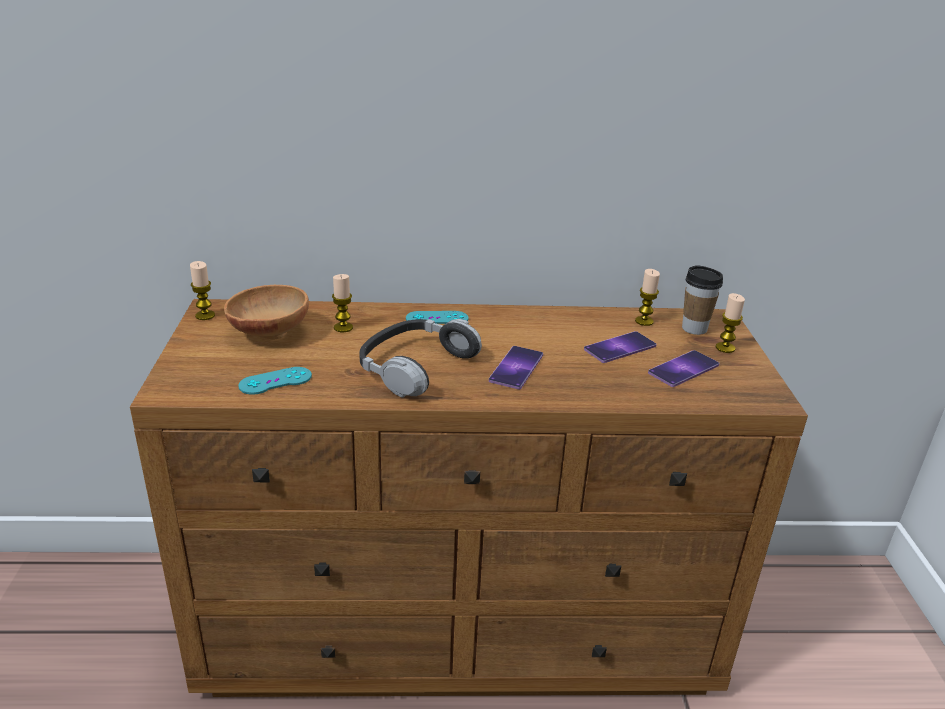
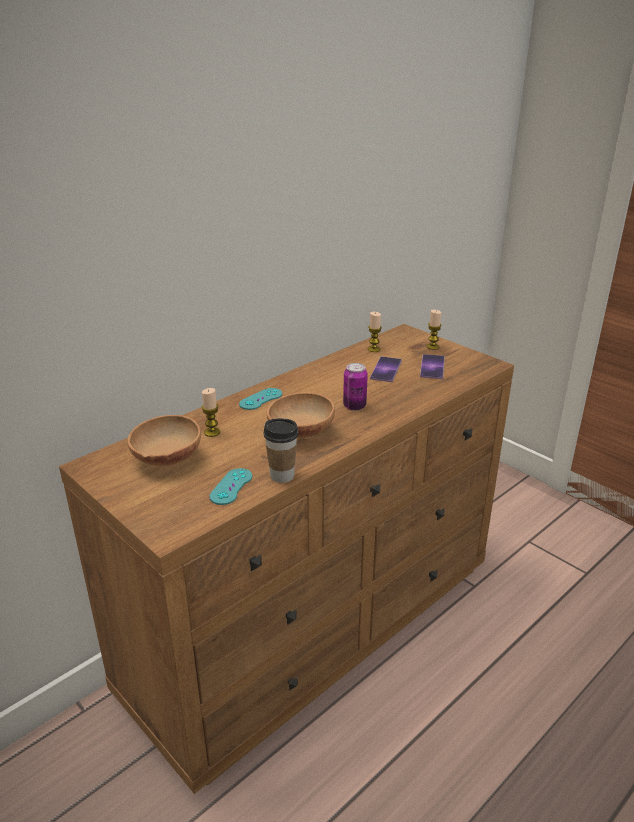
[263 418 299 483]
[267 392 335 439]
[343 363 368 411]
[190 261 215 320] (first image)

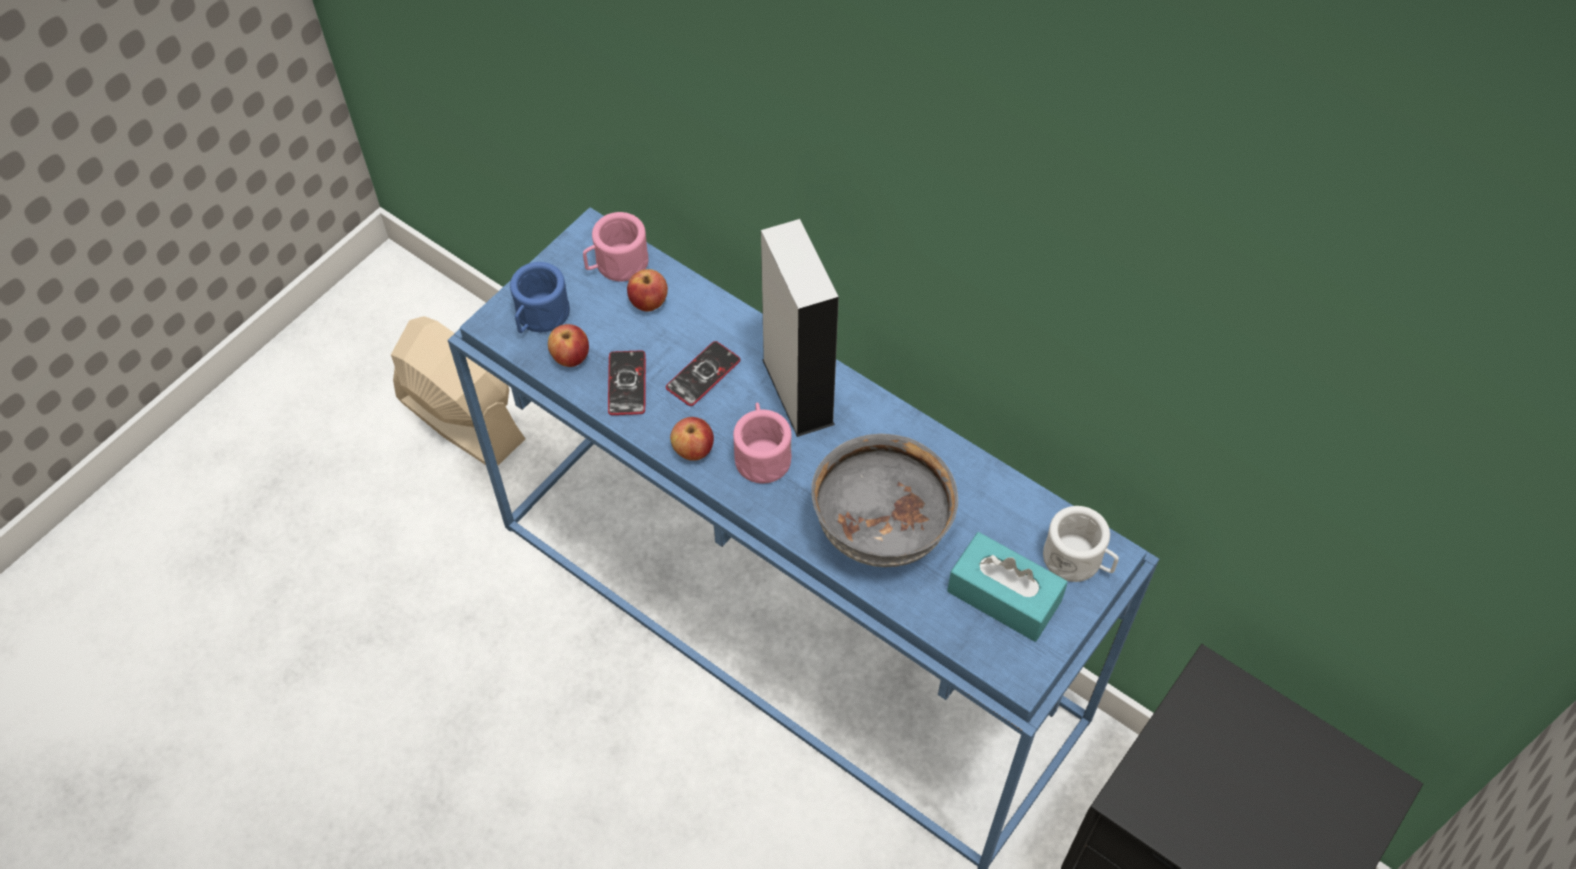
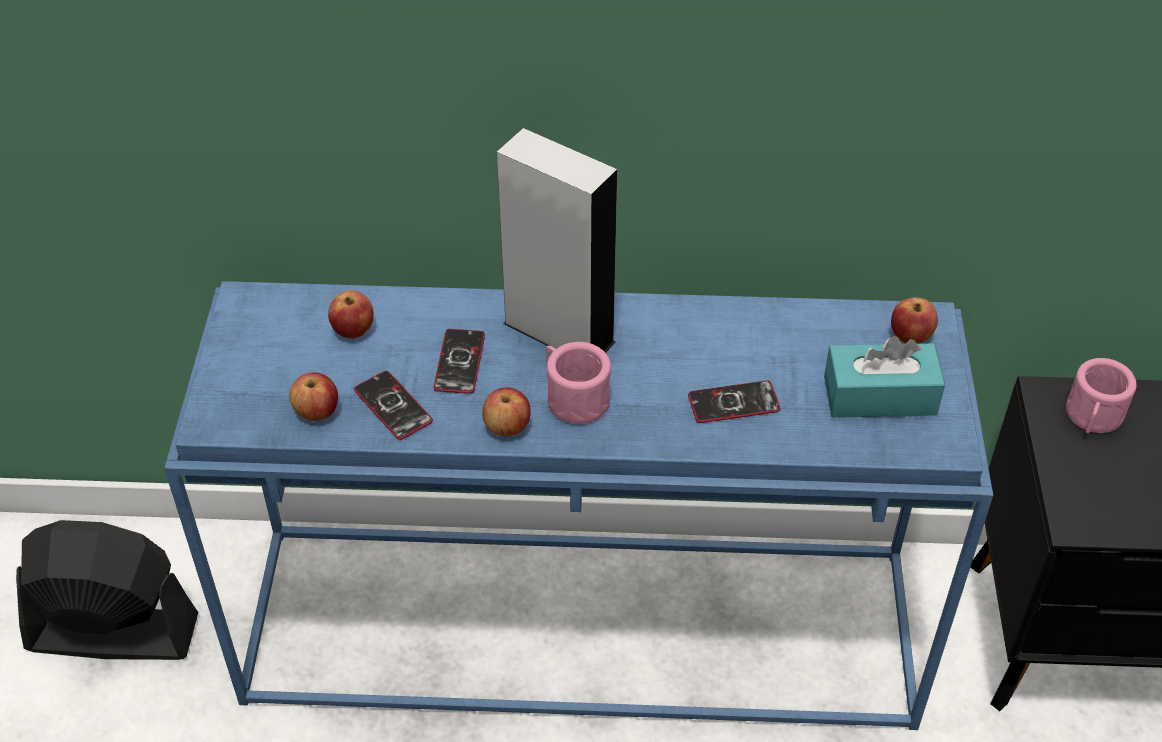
[16 520 198 660]
[688 381 781 423]
[891 297 938 344]
[1066 358 1137 433]
[510 262 570 333] (first image)

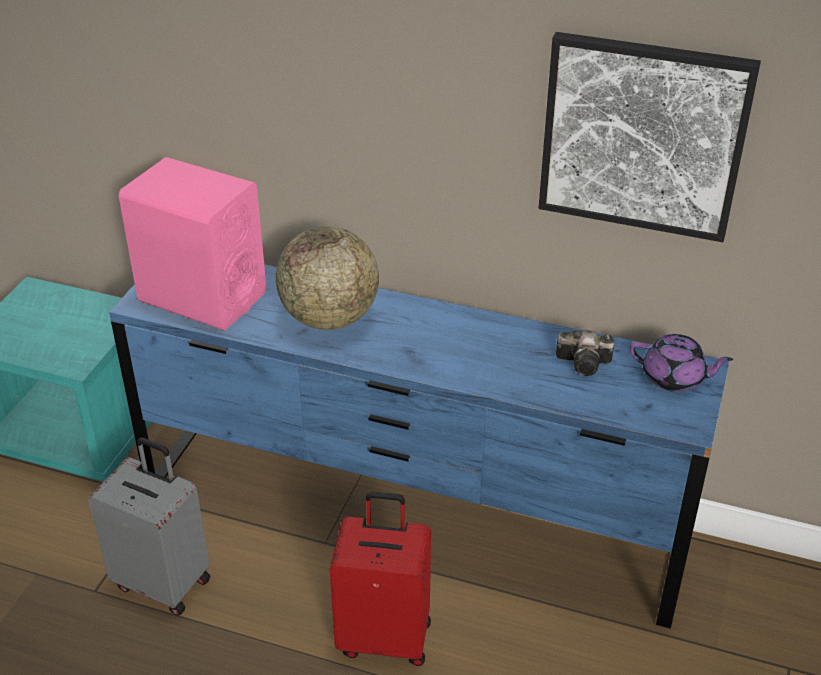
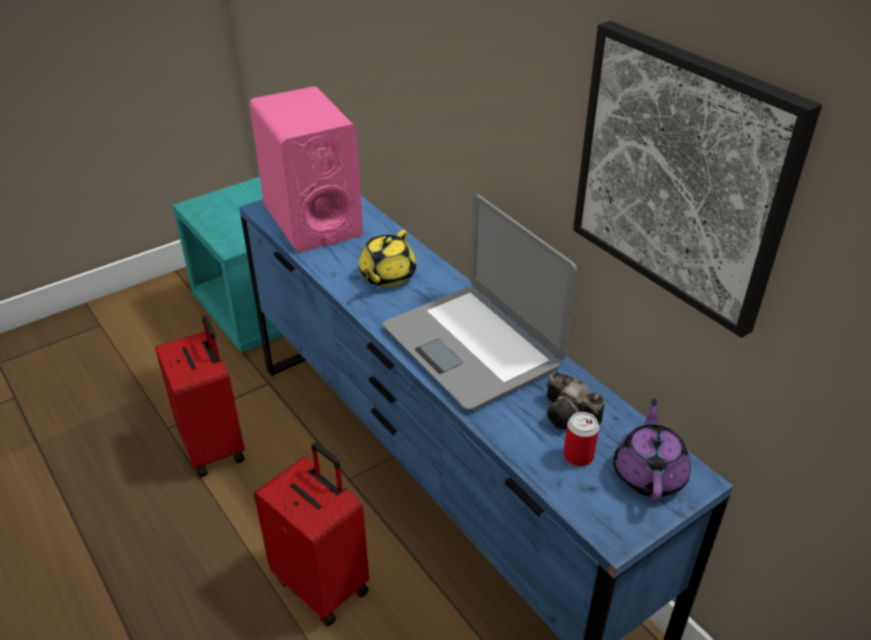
[155 316 245 477]
[359 230 416 287]
[383 195 577 411]
[563 412 599 466]
[613 399 691 502]

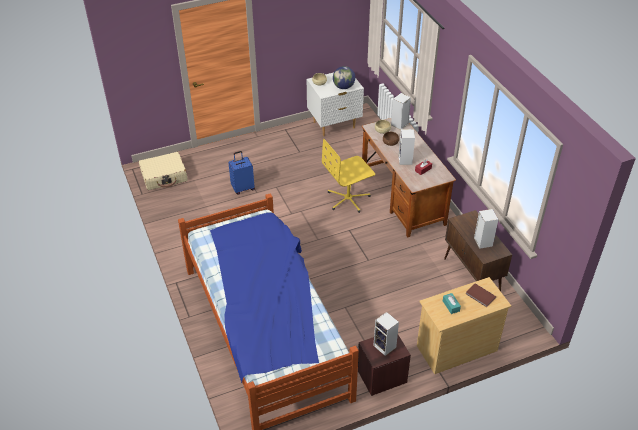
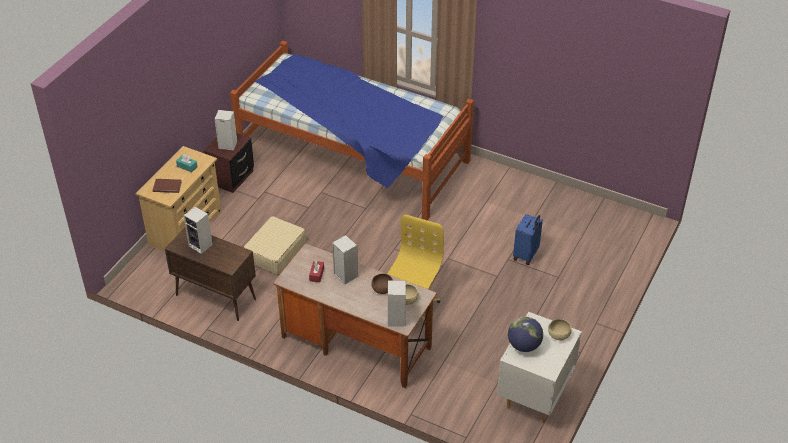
[243 216 306 275]

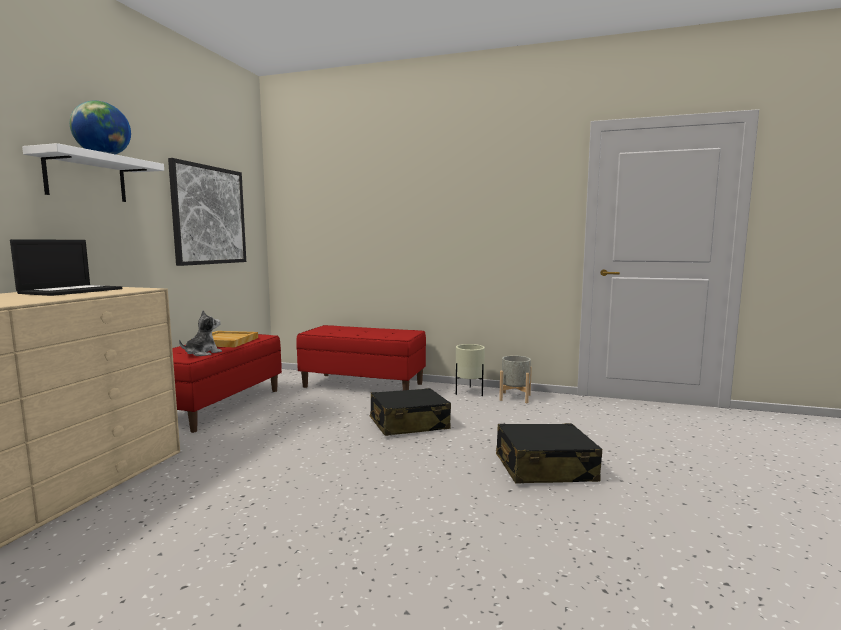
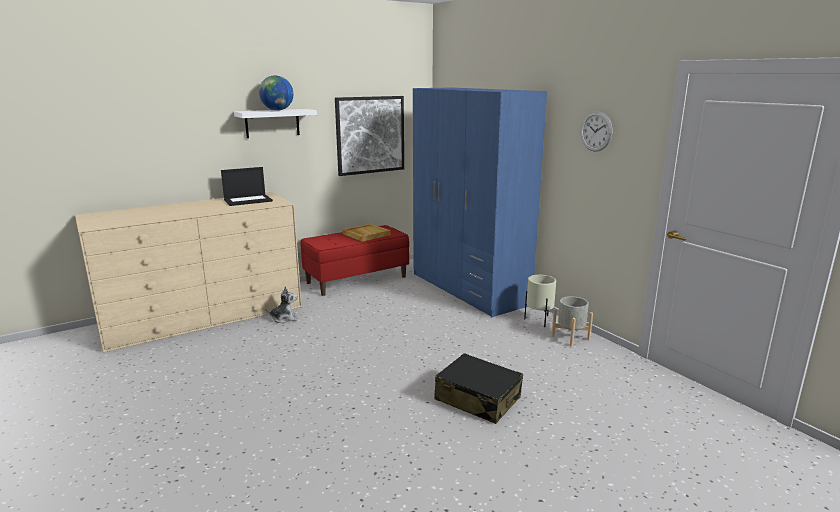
[265 286 298 323]
[413 87 547 317]
[581 112 612 152]
[370 388 451 436] (first image)

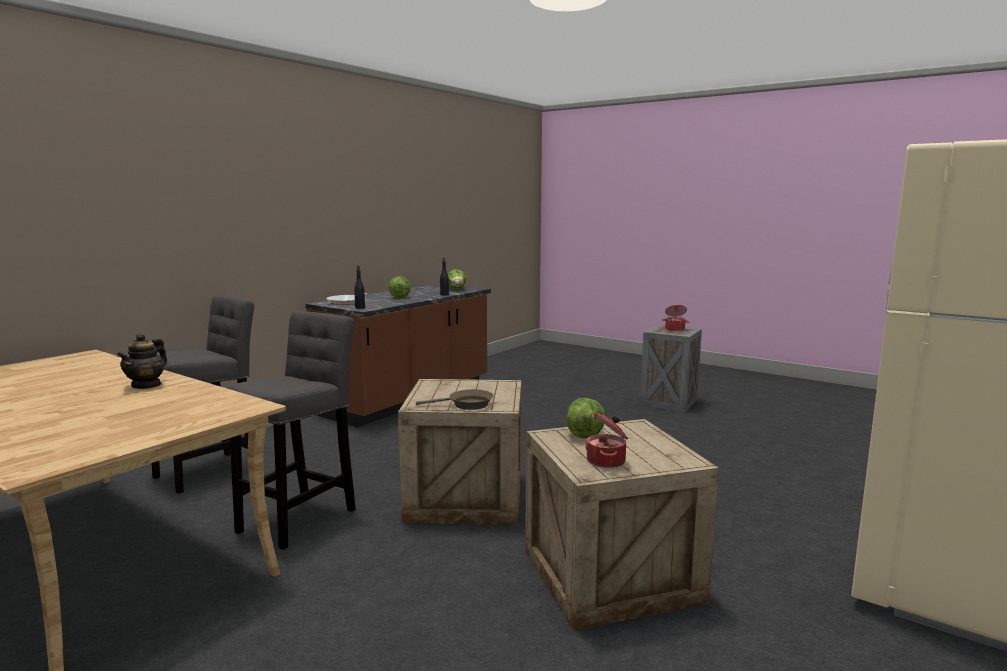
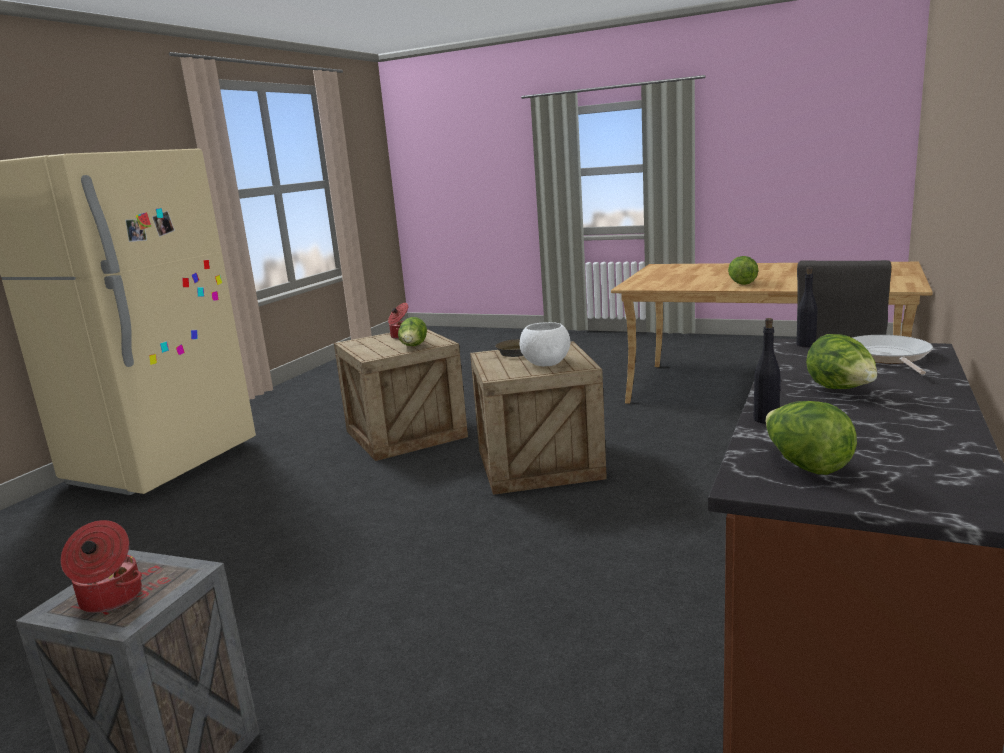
[520 322 570 366]
[728 256 758 285]
[227 311 356 550] (first image)

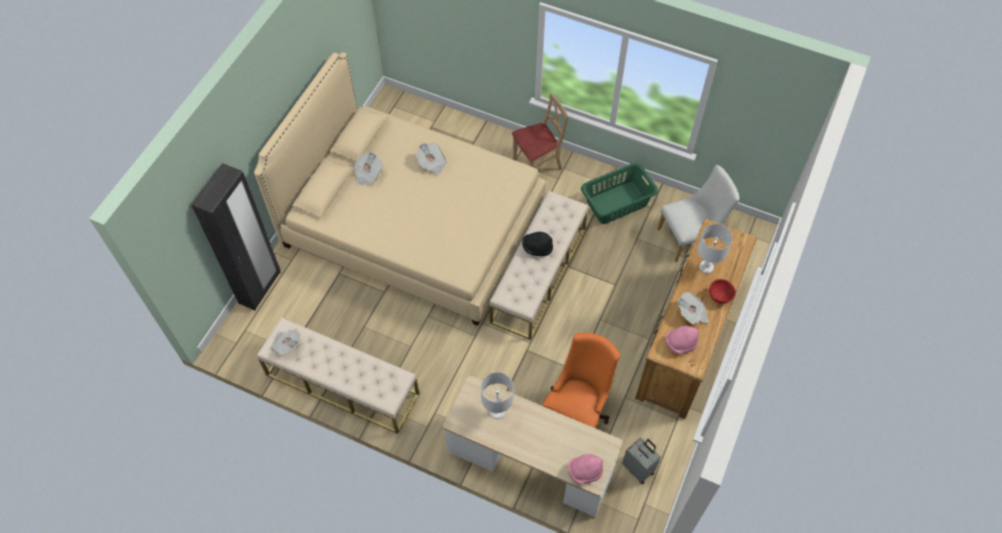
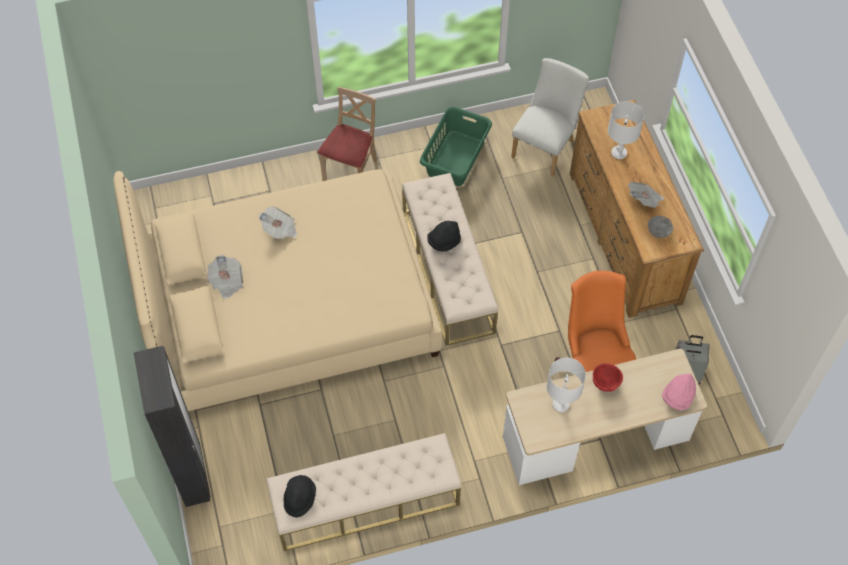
[284 475 316 518]
[593 364 623 392]
[648 216 673 238]

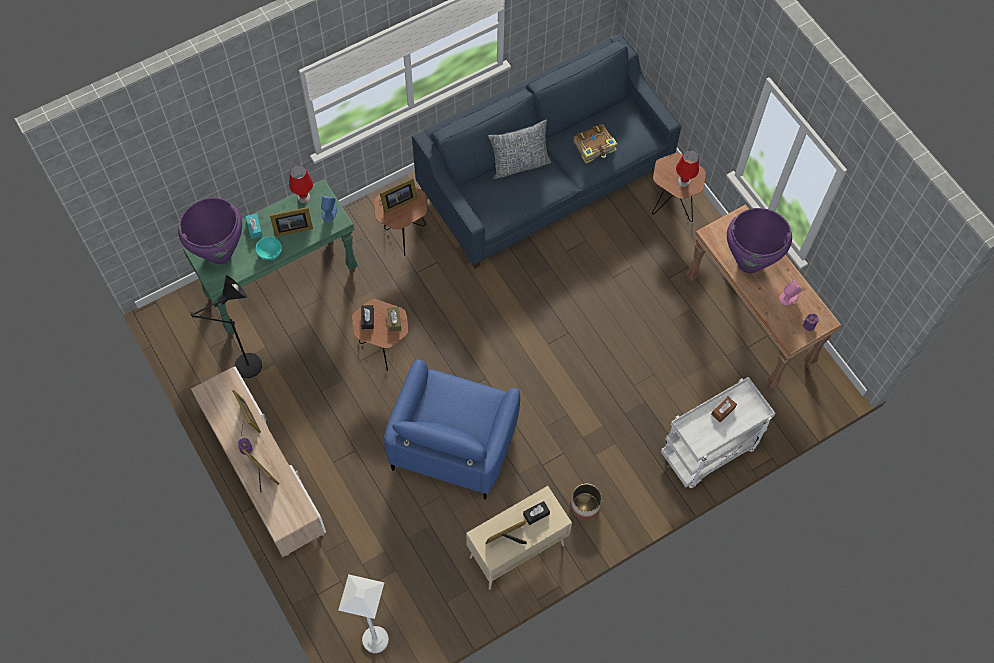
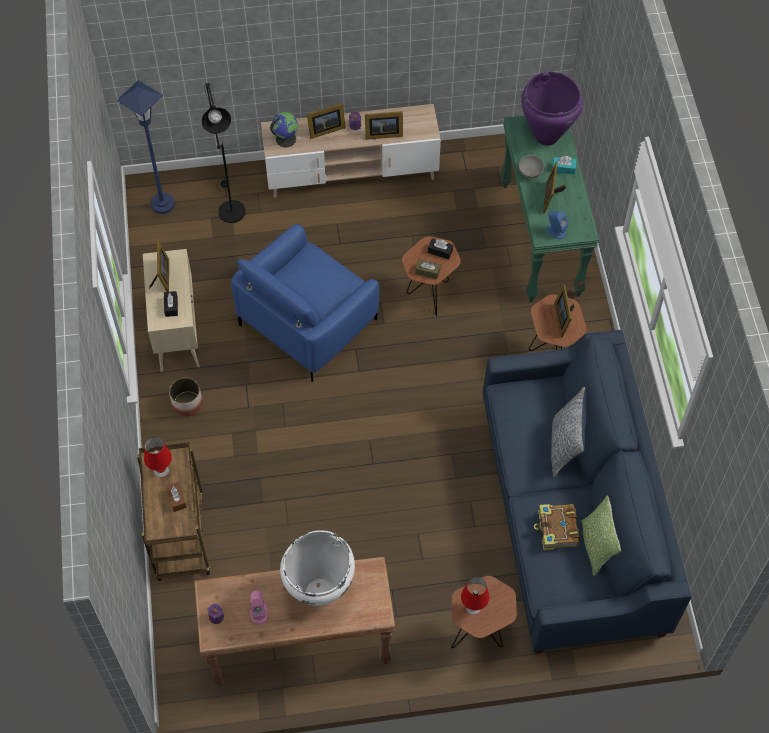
[117 80 175 214]
[137 442 210 581]
[144 437 172 478]
[202 83 245 223]
[231 224 379 382]
[270 112 298 147]
[280 530 355 606]
[518 155 544 178]
[581 496 621 576]

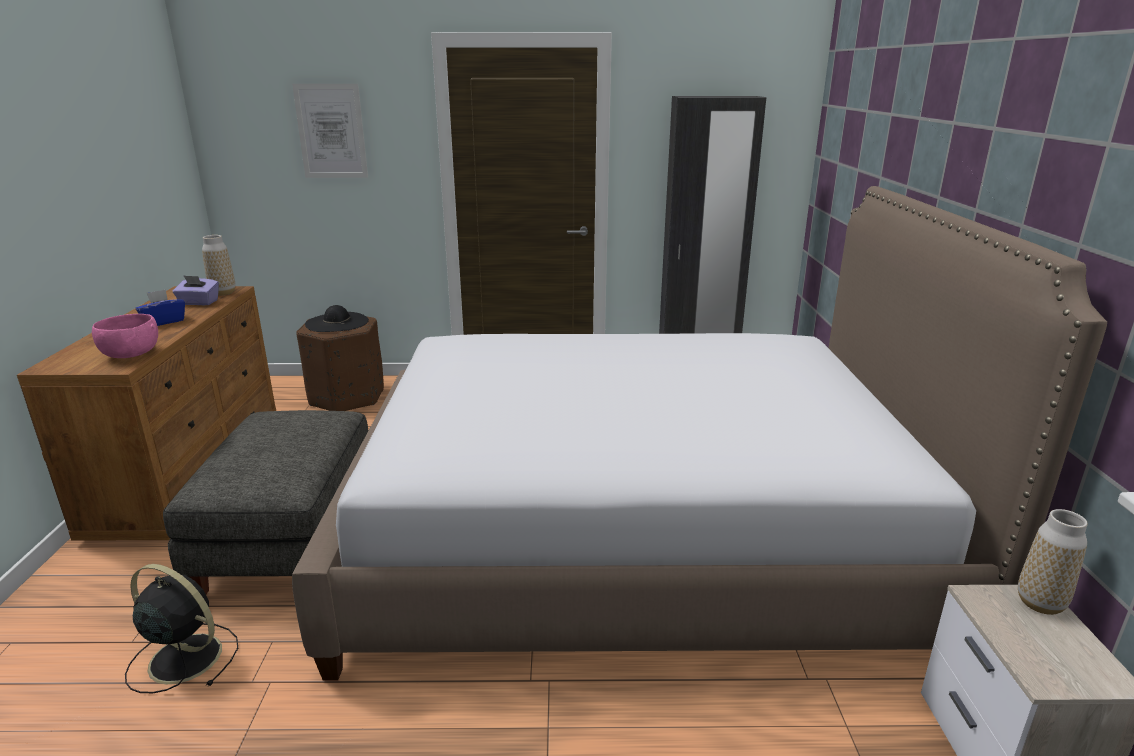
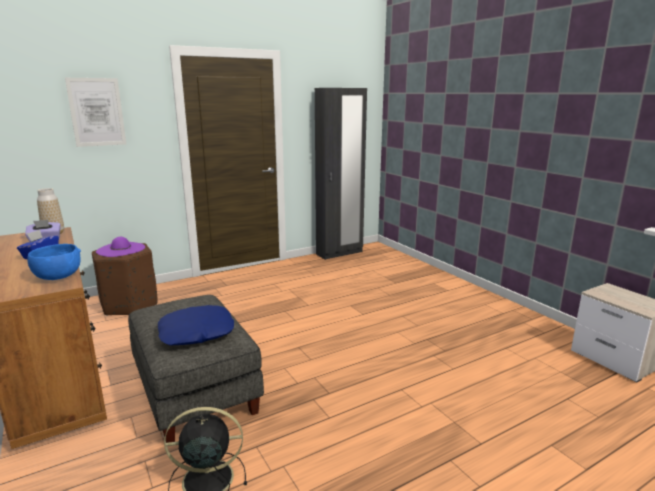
[27 244 81 280]
[96 237 145 257]
[158 305 234 346]
[292 186 1107 681] (first image)
[1018 509 1088 615] (first image)

